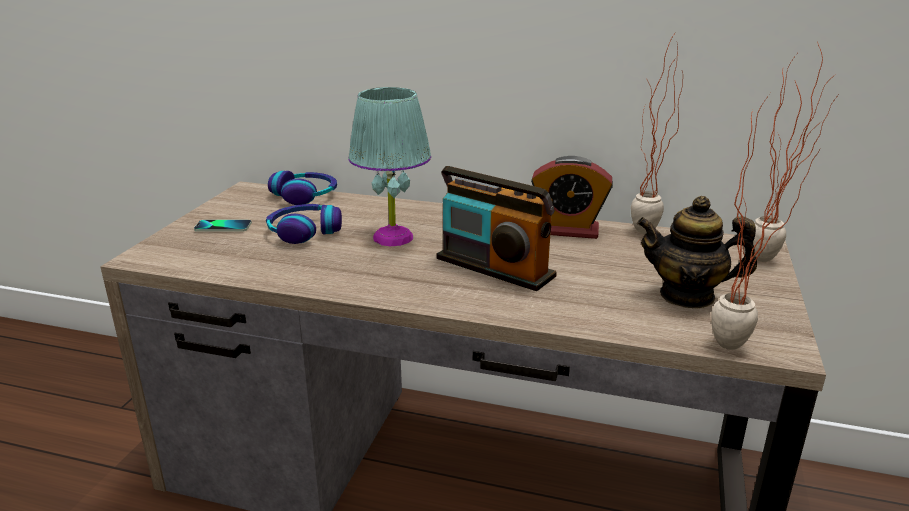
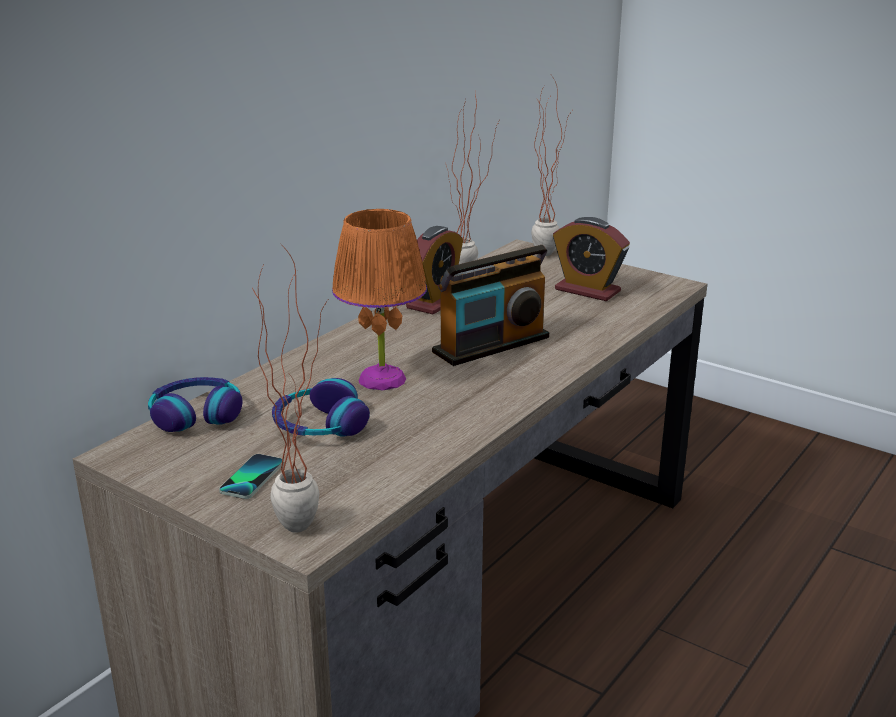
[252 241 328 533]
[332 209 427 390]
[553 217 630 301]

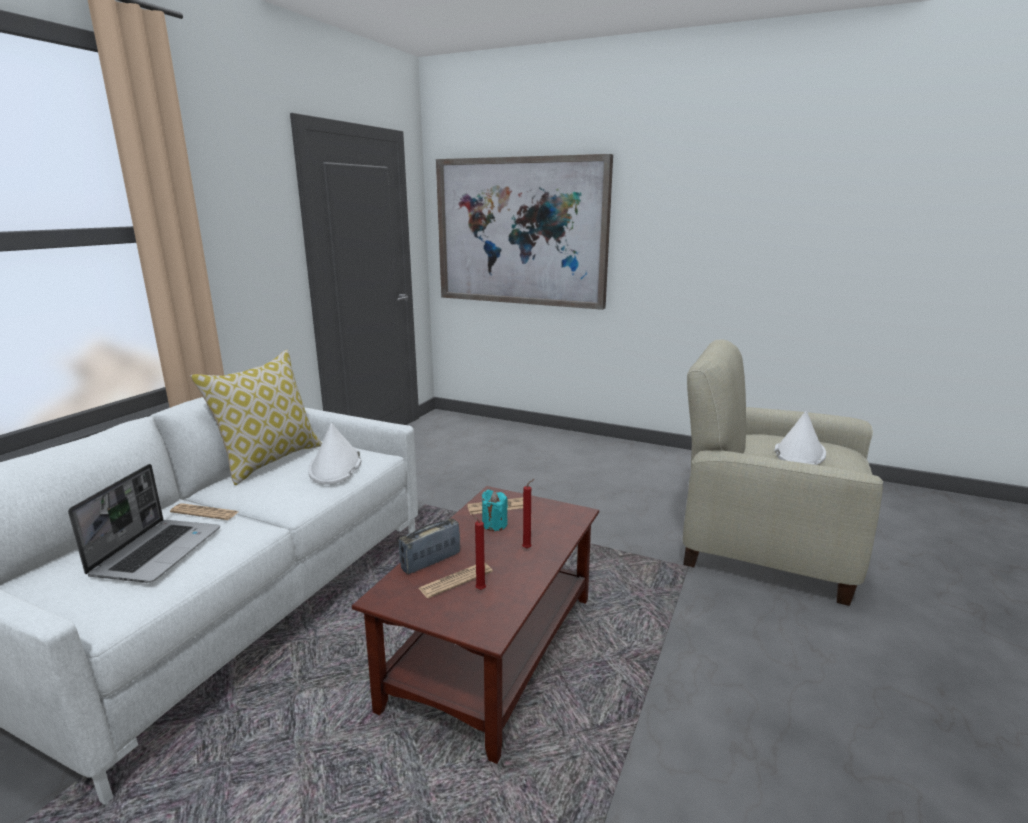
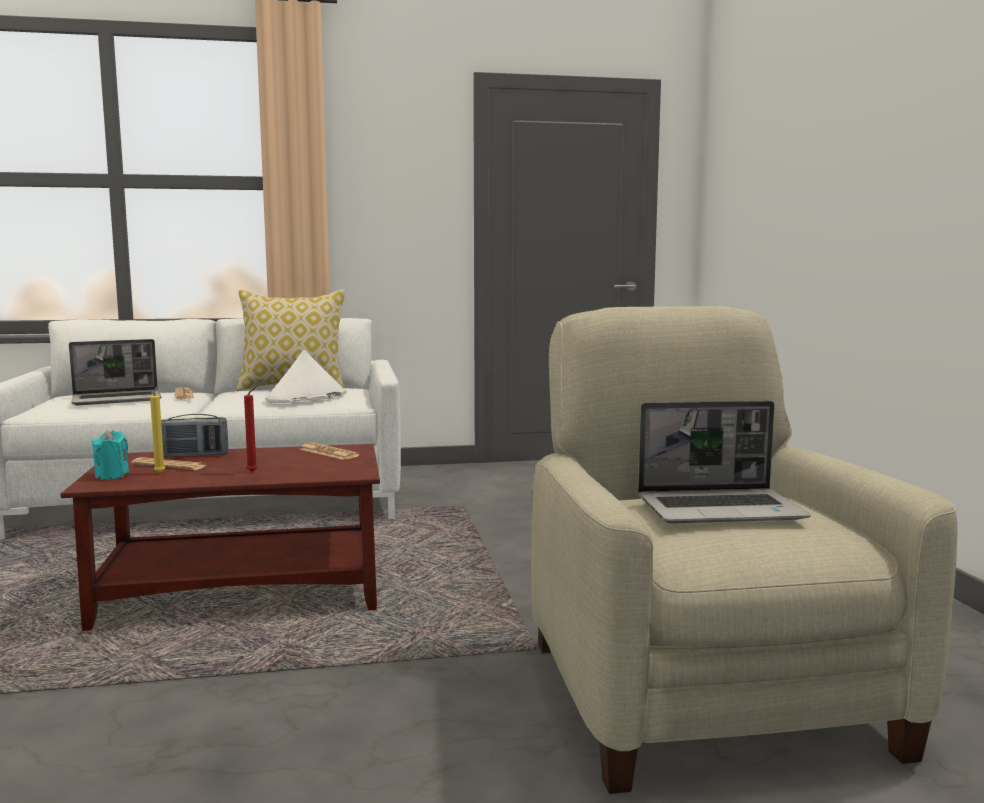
[91 430 129 480]
[150 386 165 473]
[161 414 228 458]
[638 401 811 523]
[436 154 613 310] (first image)

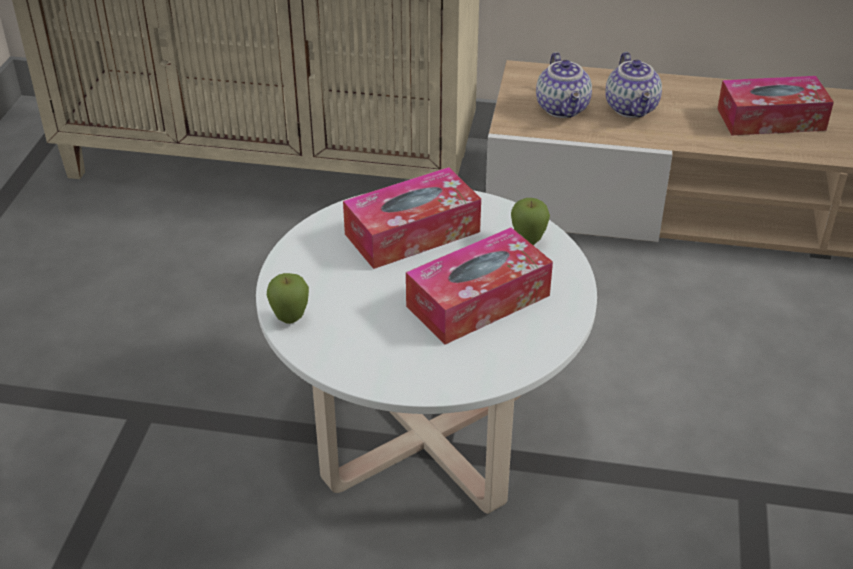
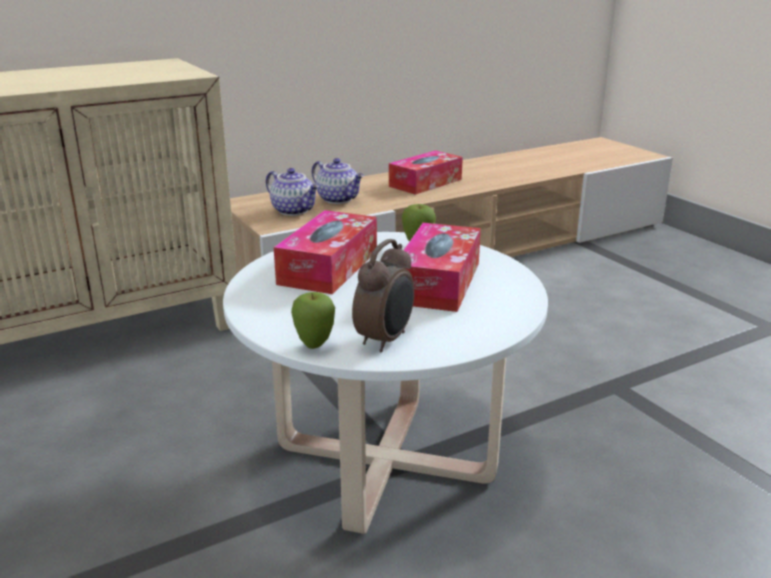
[352 239 414 352]

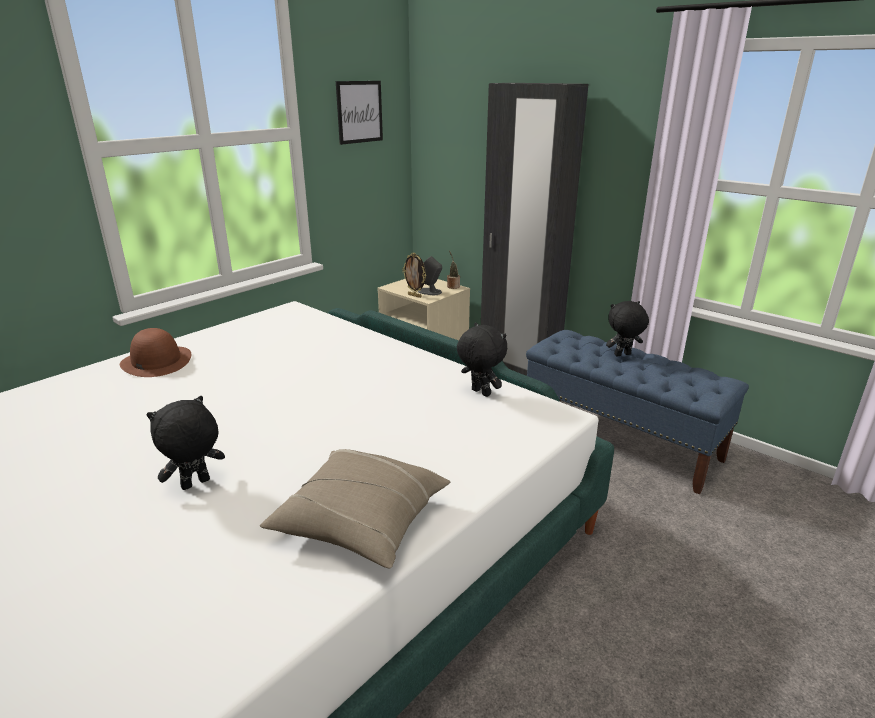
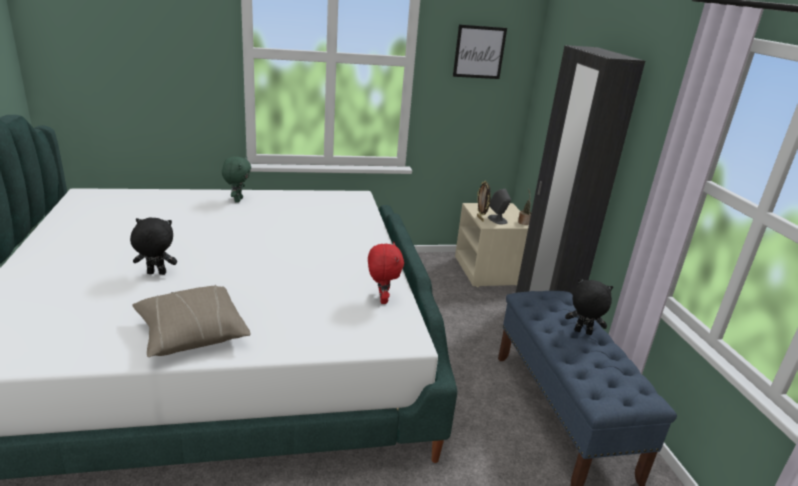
[222 156 251 203]
[368 242 404 304]

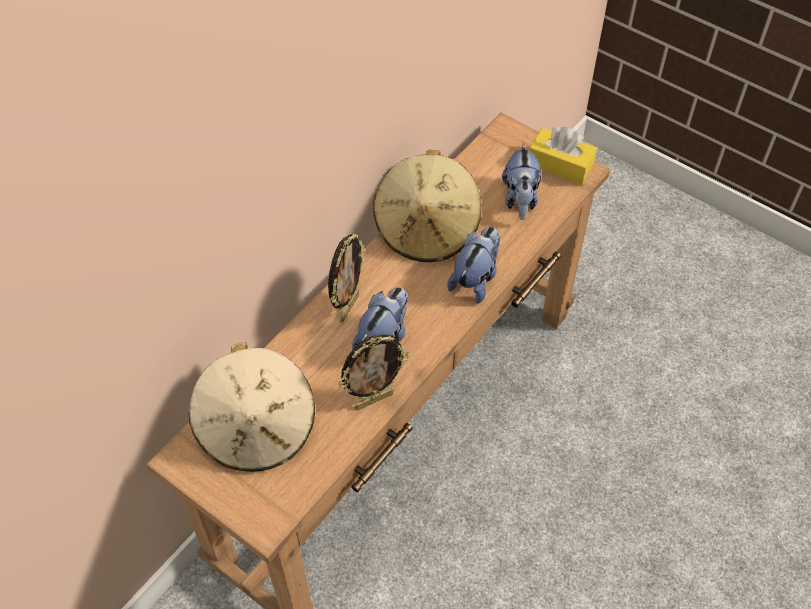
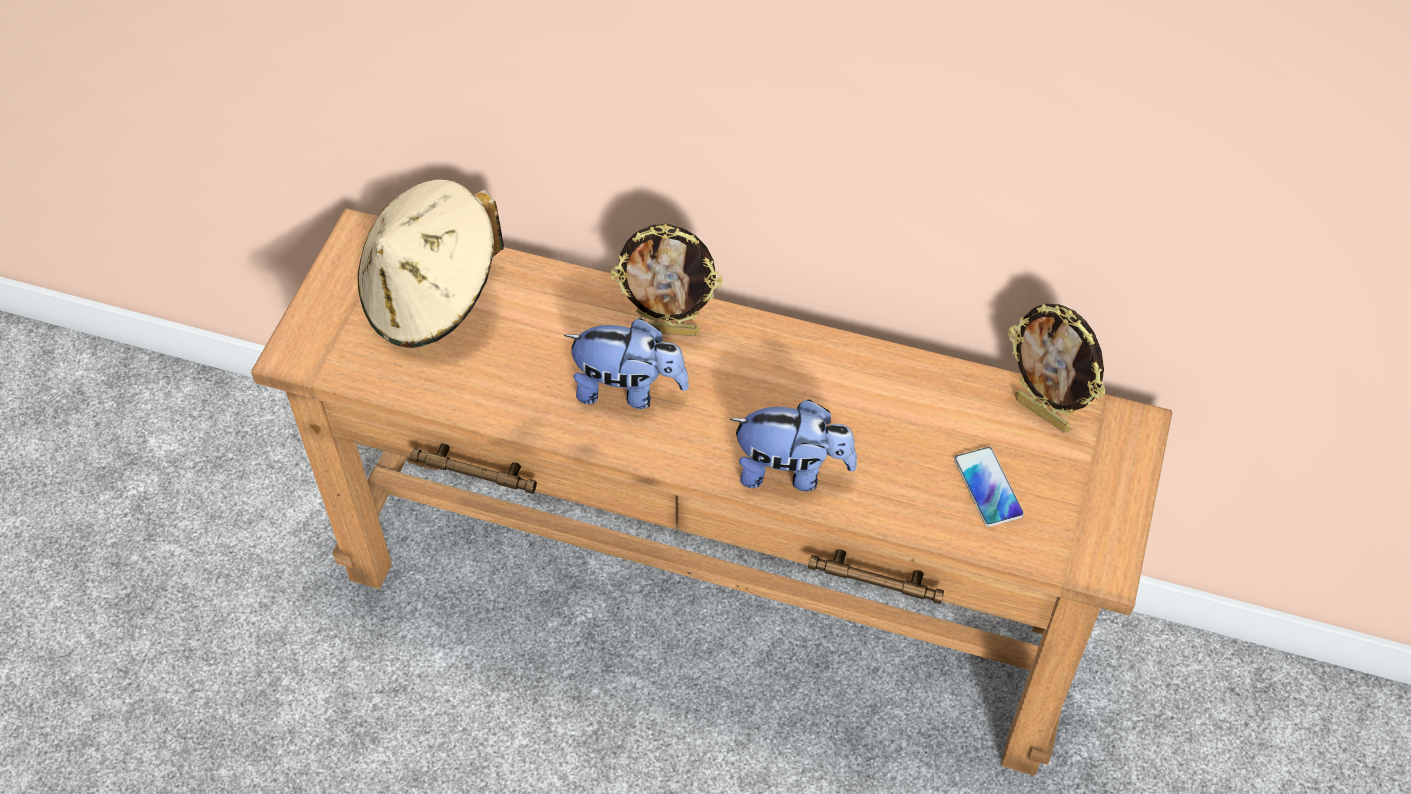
[954 447 1024 527]
[1008 304 1105 433]
[373 150 481 262] (first image)
[529 127 597 185] (first image)

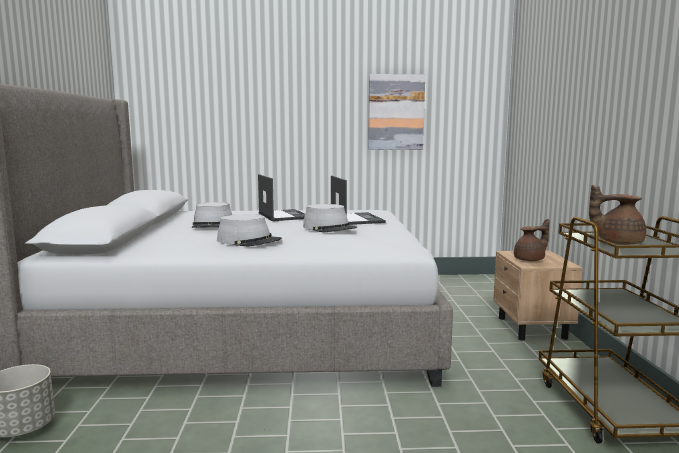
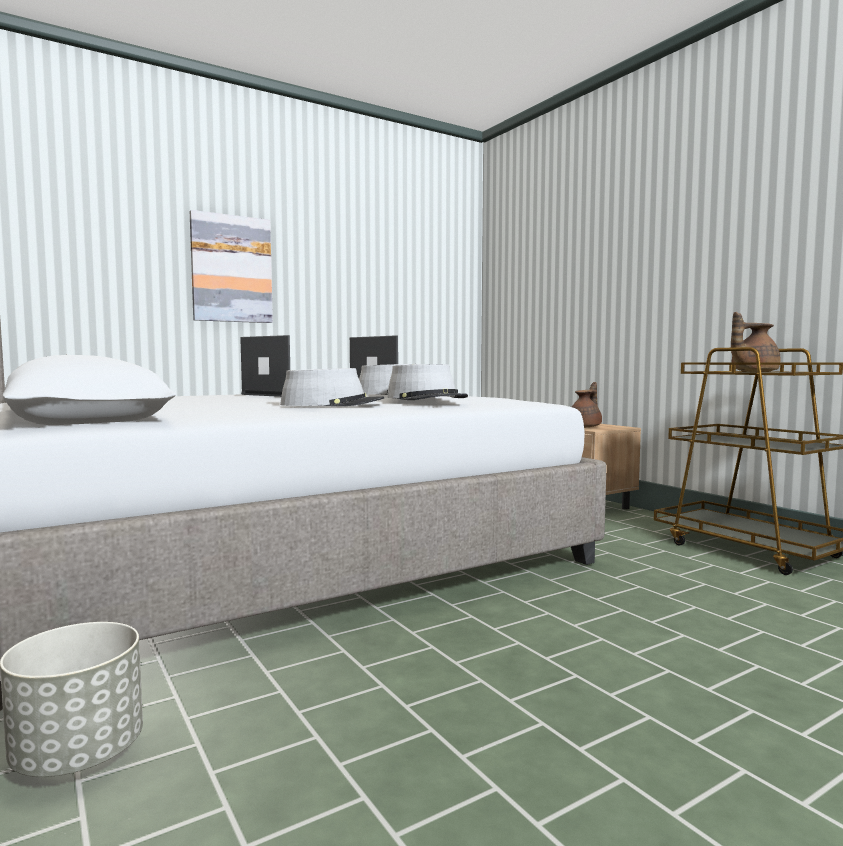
[190 210 273 323]
[387 364 468 400]

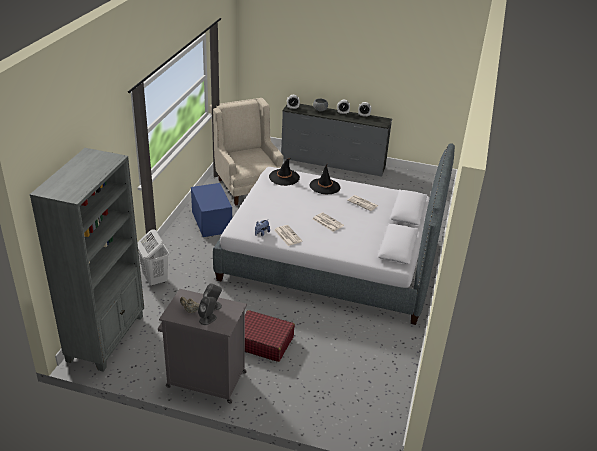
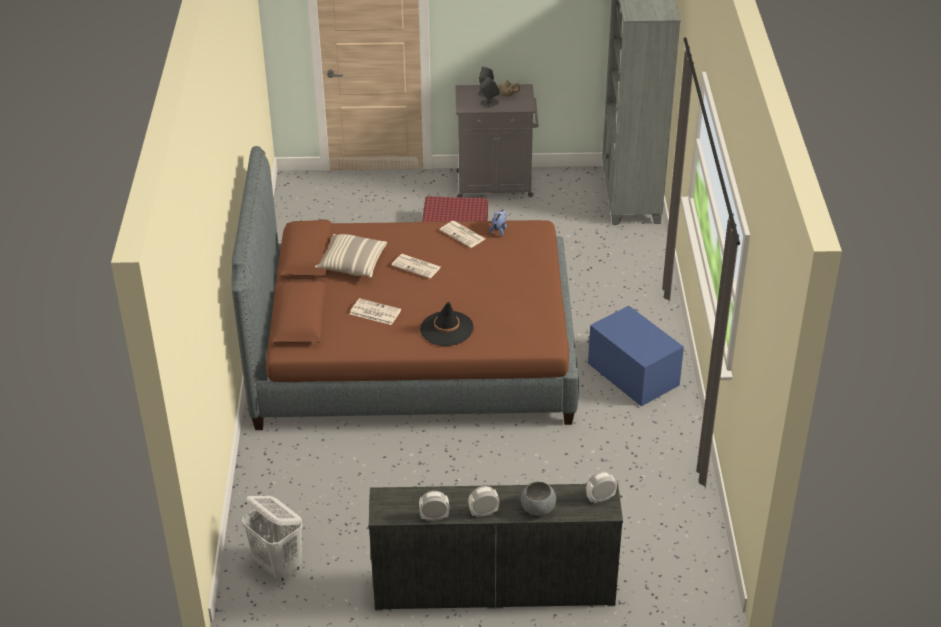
[232 146 579 430]
[242 496 303 581]
[315 234 387 278]
[210 98 283 205] (first image)
[269 158 300 186] (first image)

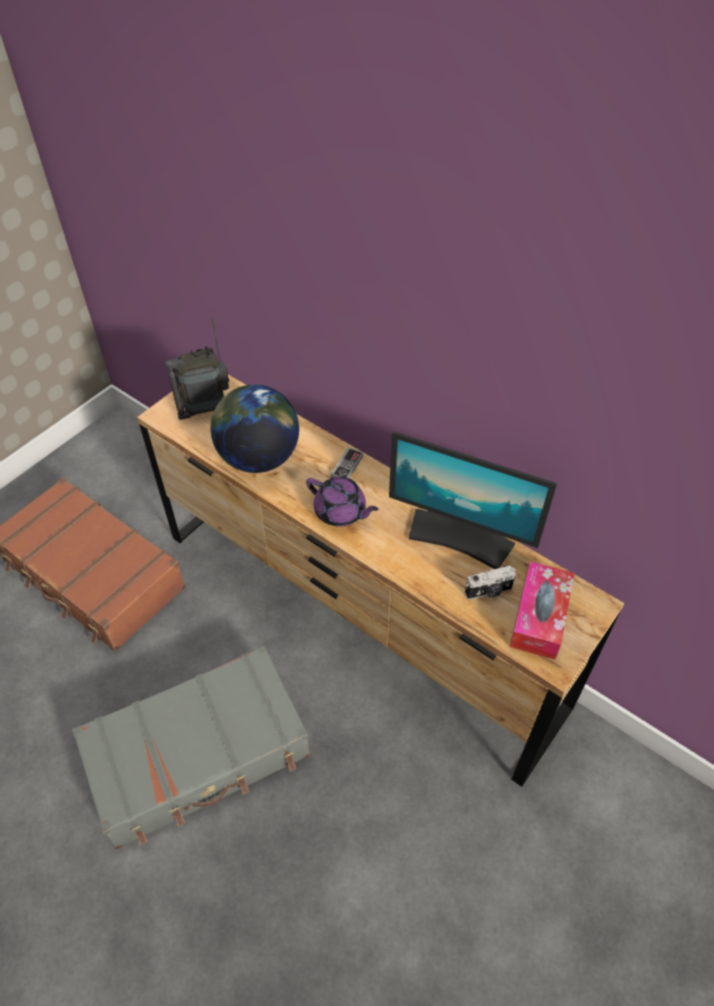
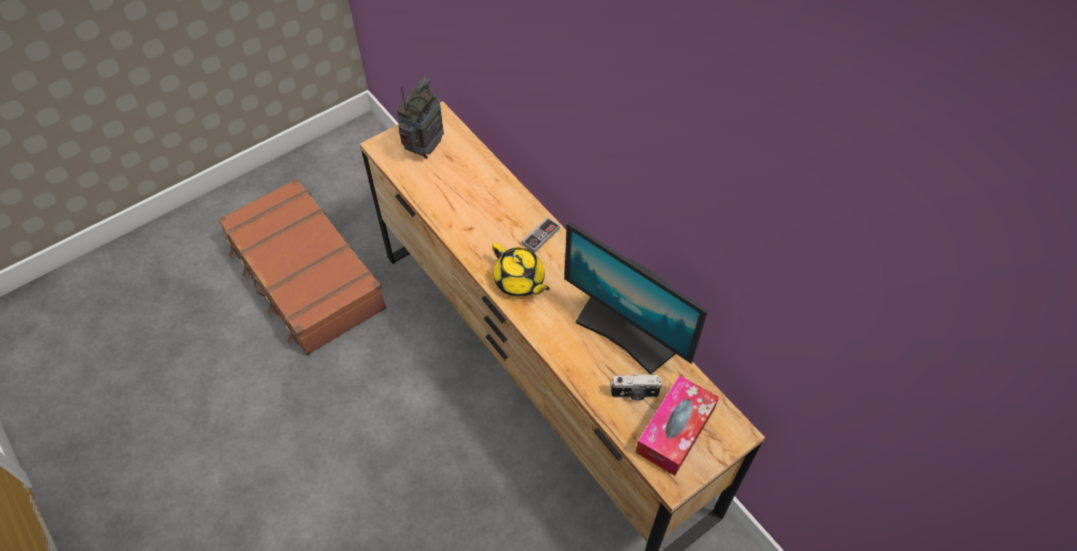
[397 77 444 159]
[492 243 550 297]
[72 646 310 849] (first image)
[211 385 299 473] (first image)

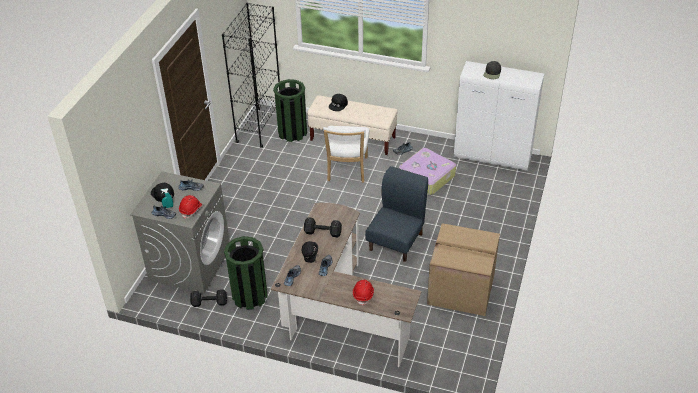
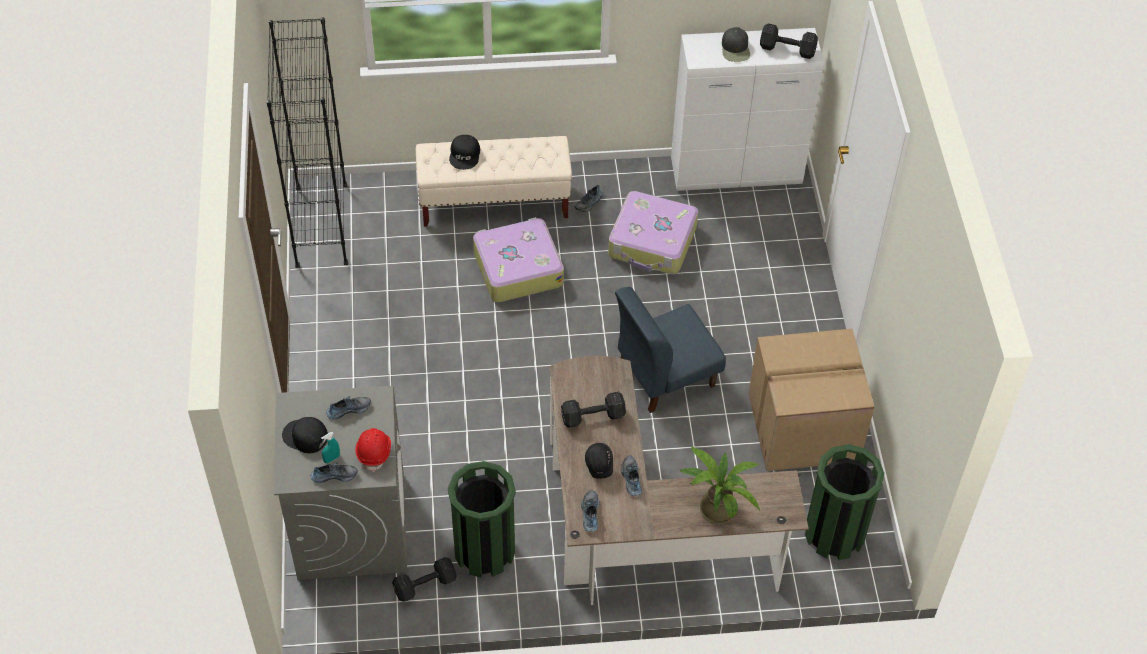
[473 217 564 302]
[615 287 726 413]
[680 447 760 524]
[760 23 818 59]
[805 444 885 560]

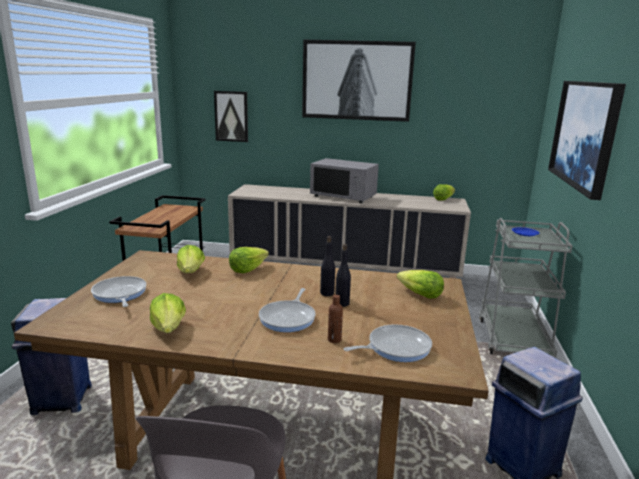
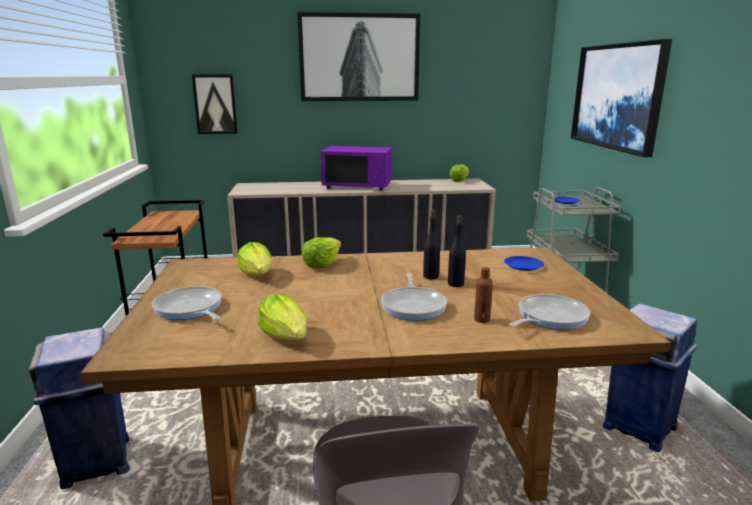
[321 146 392 191]
[504 256 544 271]

